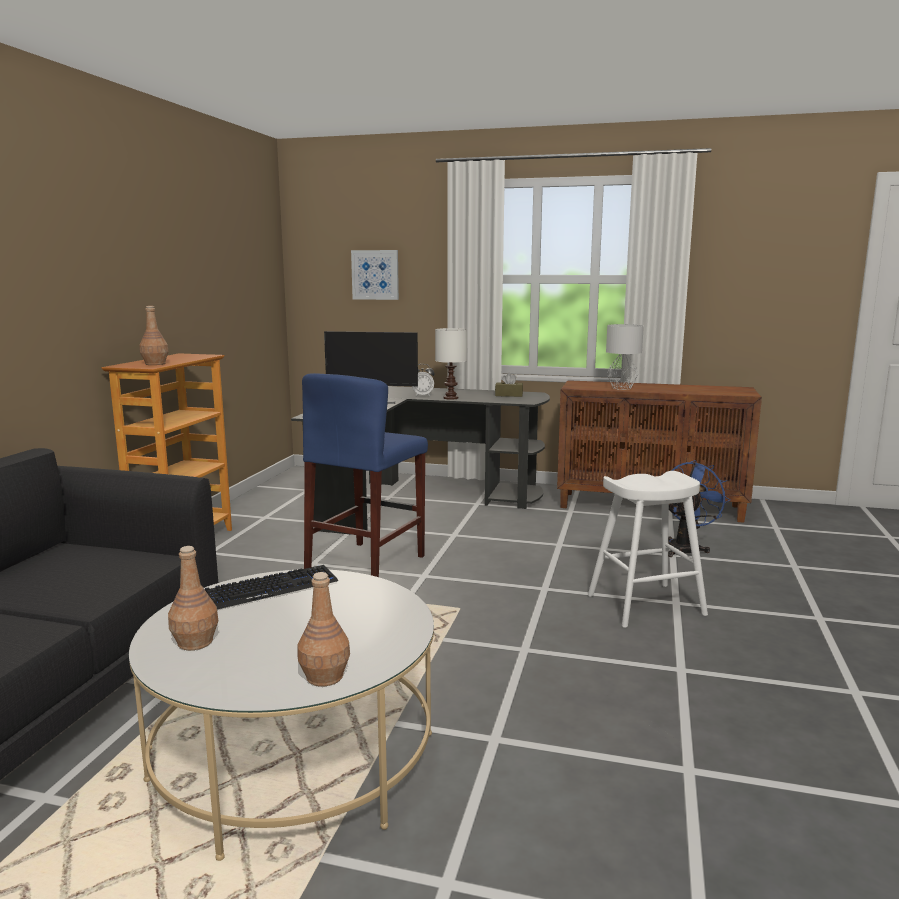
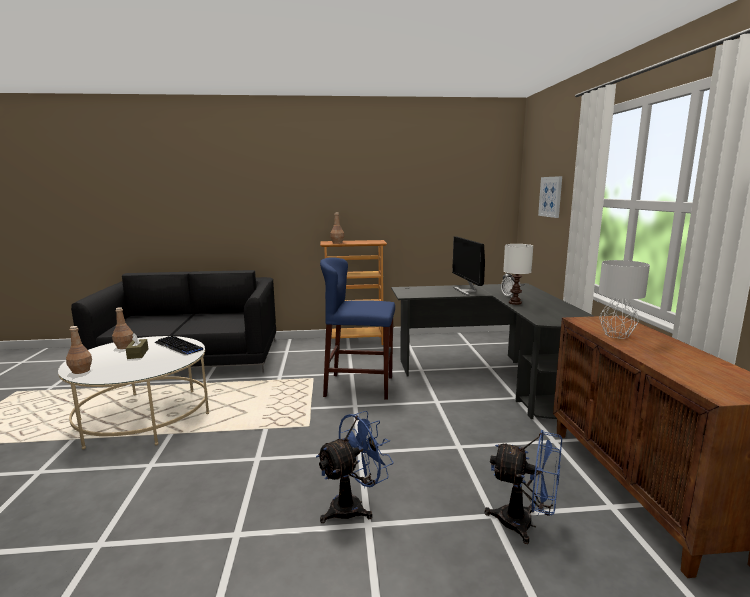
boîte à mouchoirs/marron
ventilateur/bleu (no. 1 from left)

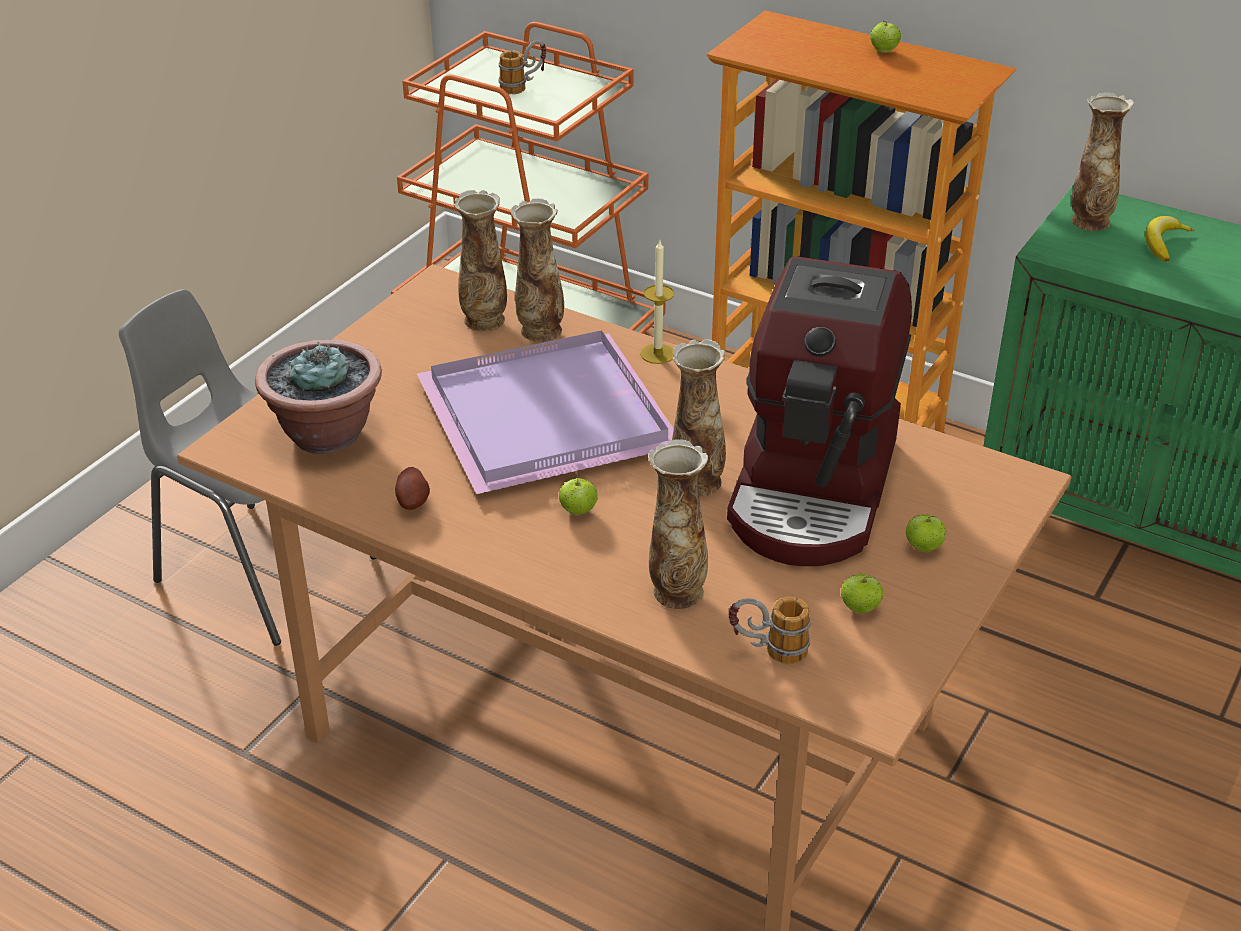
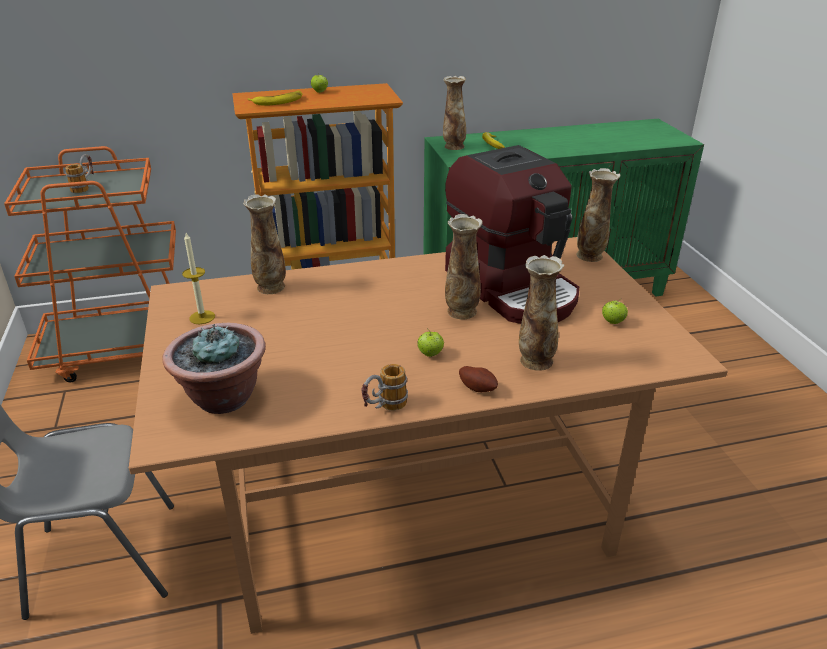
plateau/violet
pomme (no. 4 from left in the first image)
banane (no. 1 from left)
pomme de terre
vase (no. 5 from left)
bougie
mug (no. 2 from left)

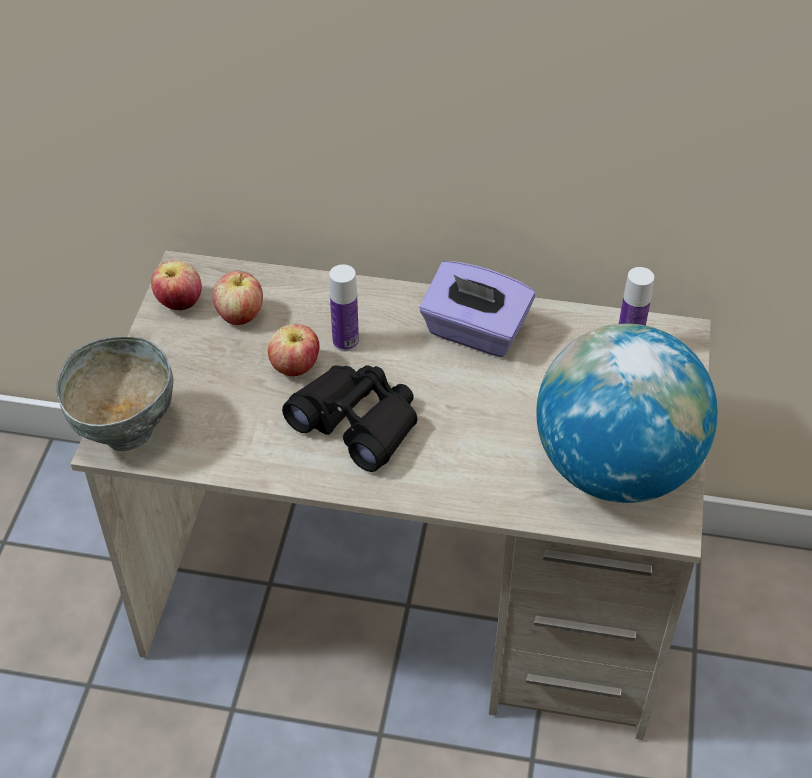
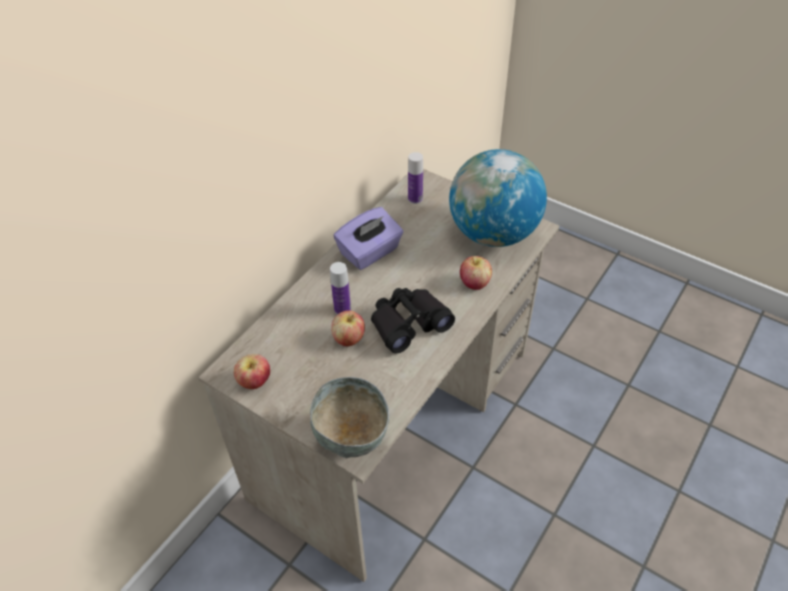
pomme (no. 3 from left)

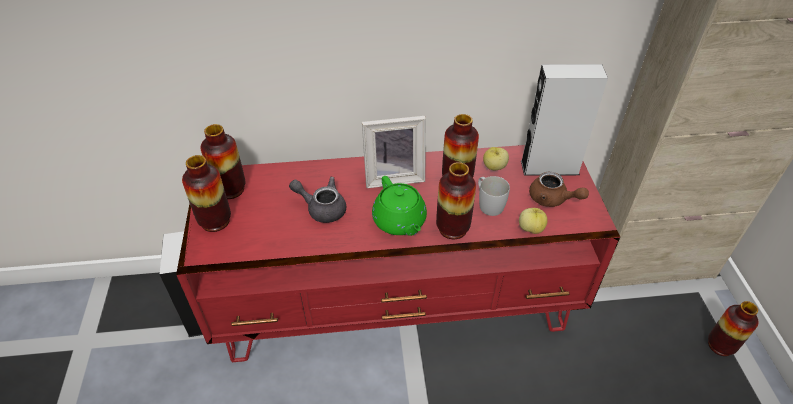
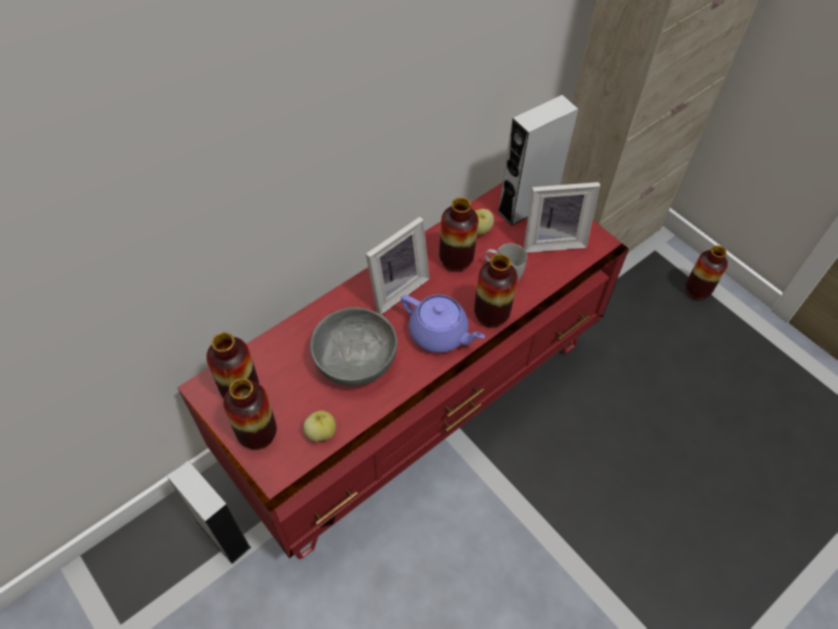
pomme (no. 1 from left)
bol/gris
cadre photo (no. 2 from left)
théière/violet

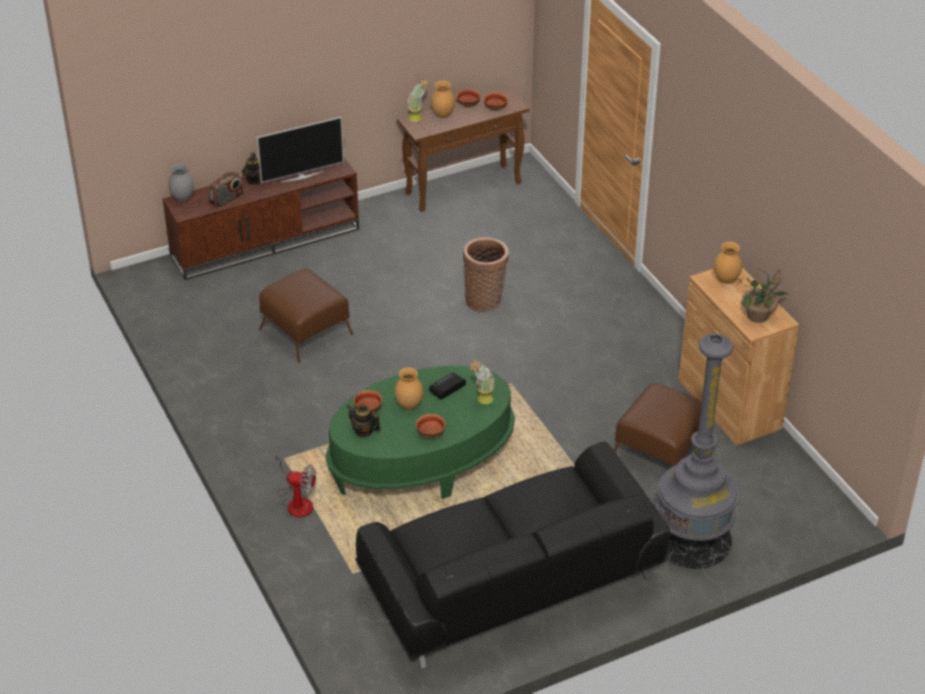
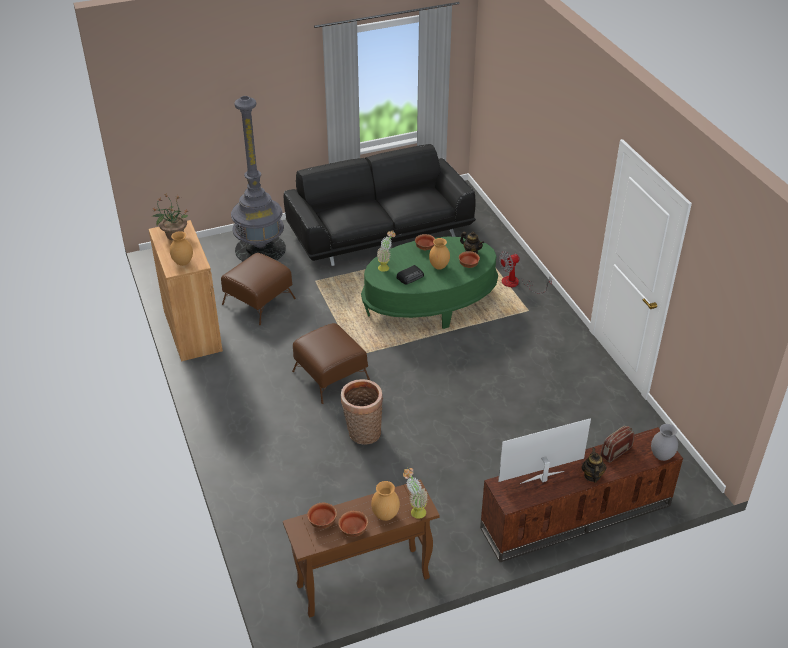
pouf/marron (no. 2 from left)
ventilateur

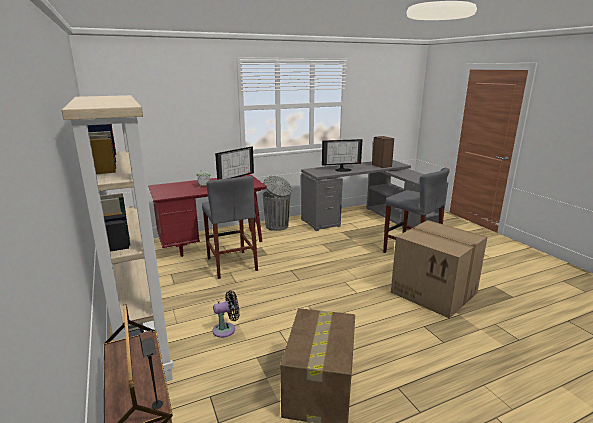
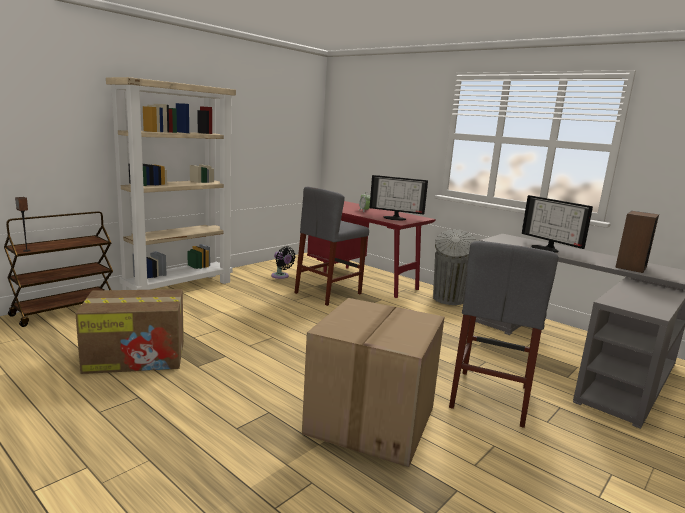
ventilateur/noir

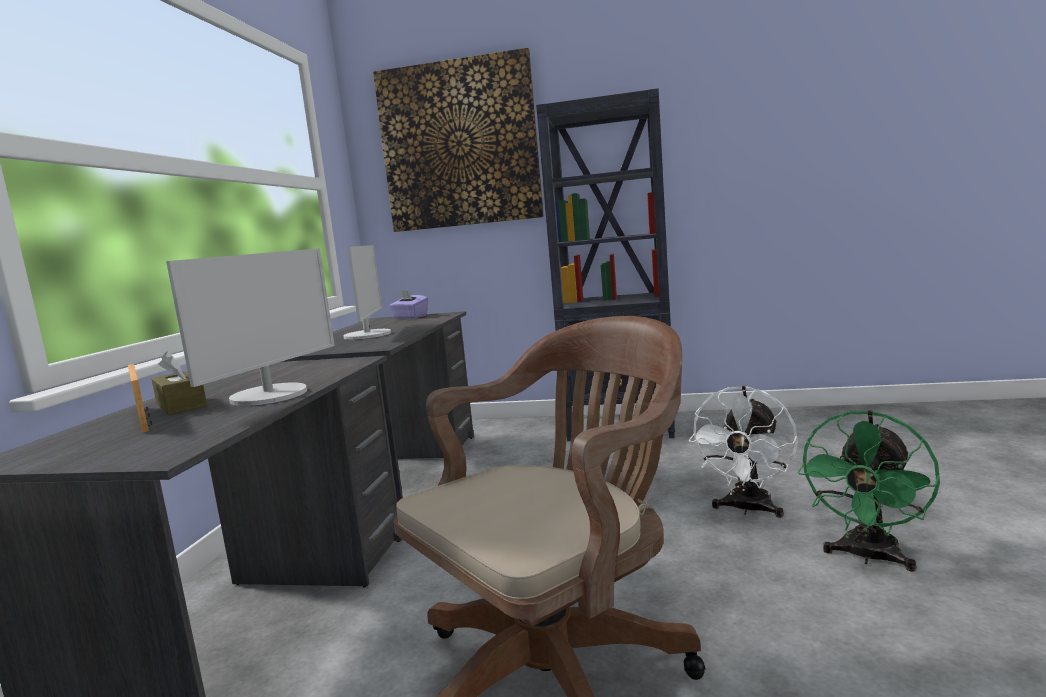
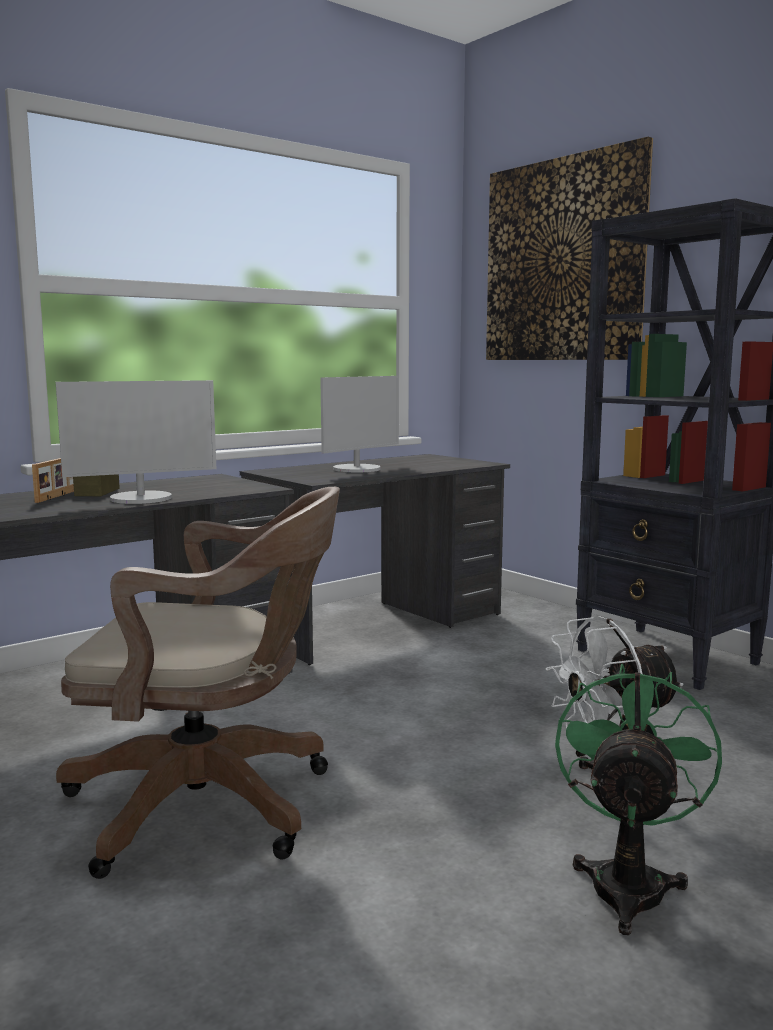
boîte à mouchoirs/violet
ventilateur/vert

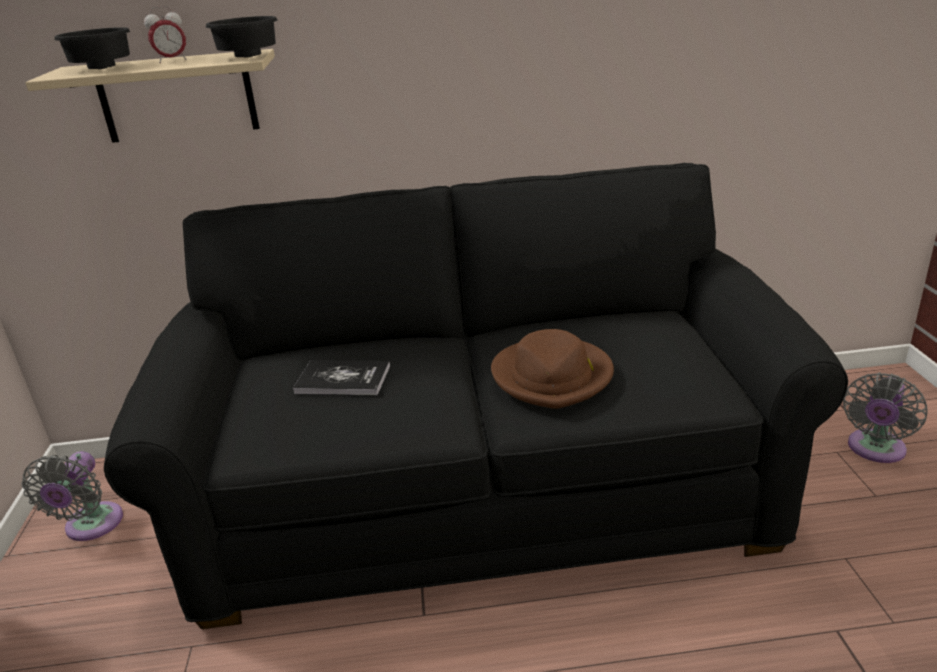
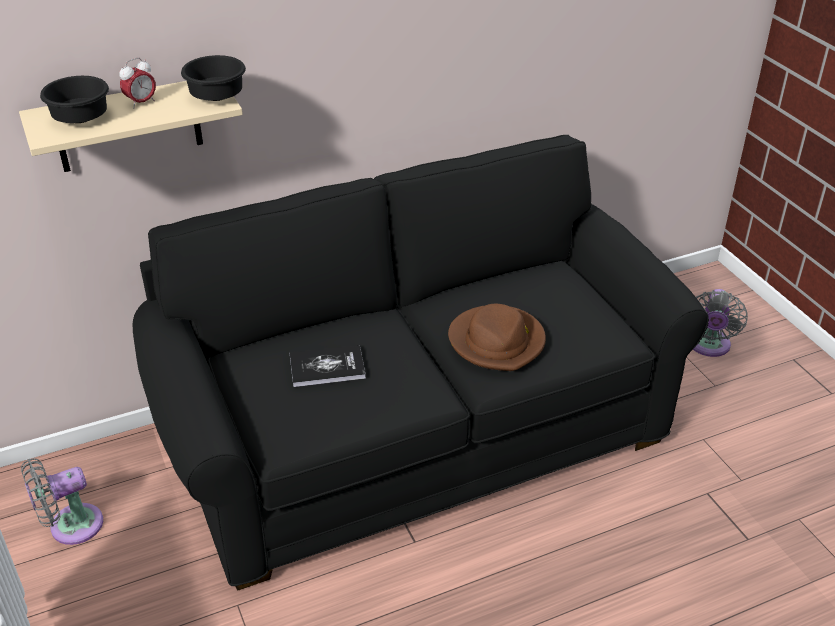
ventilateur/gris (no. 1 from left)

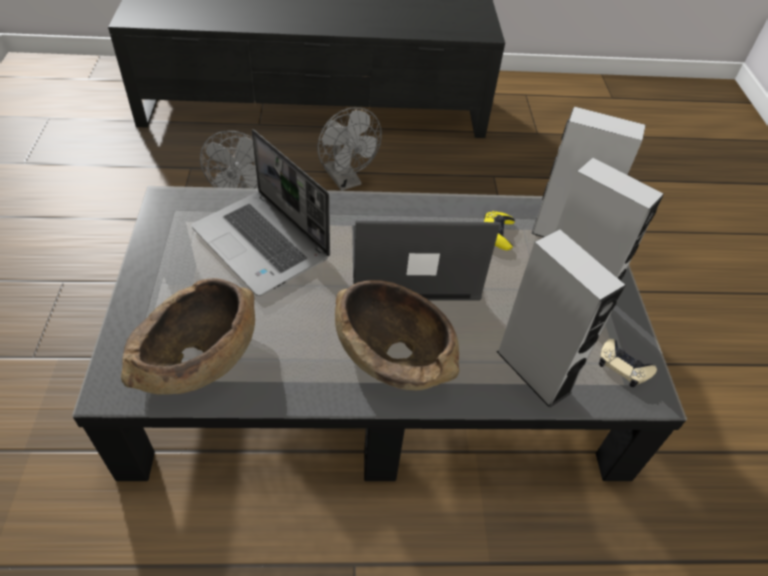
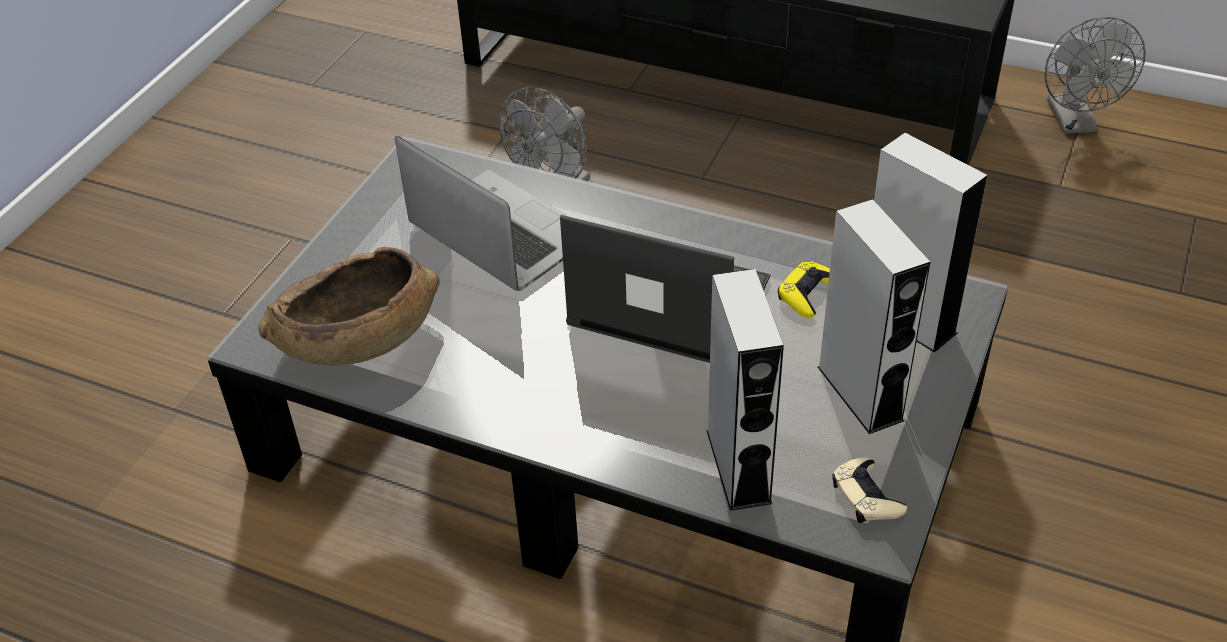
bol/marron (no. 2 from left in the first image)
ventilateur/gris (no. 2 from left)
ordinateur portable (no. 1 from left)

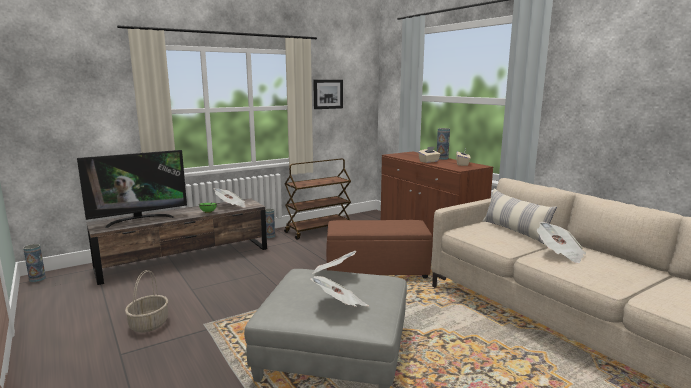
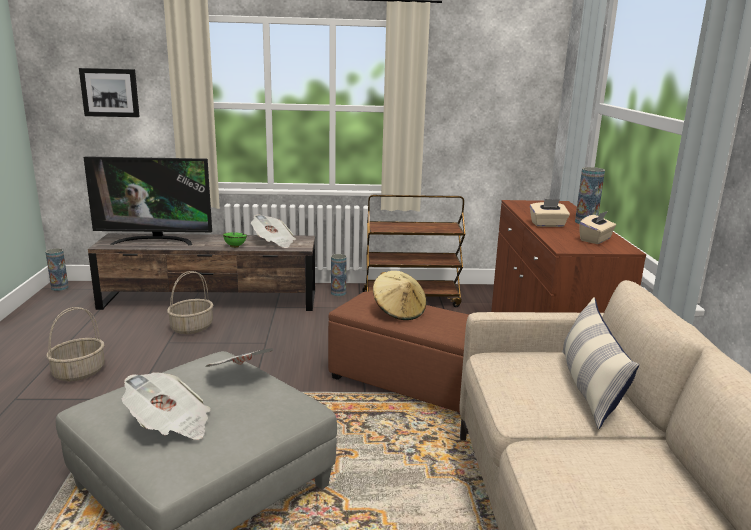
journal (no. 4 from left in the first image)
panier (no. 2 from left)
chapeau/beige
tableau

